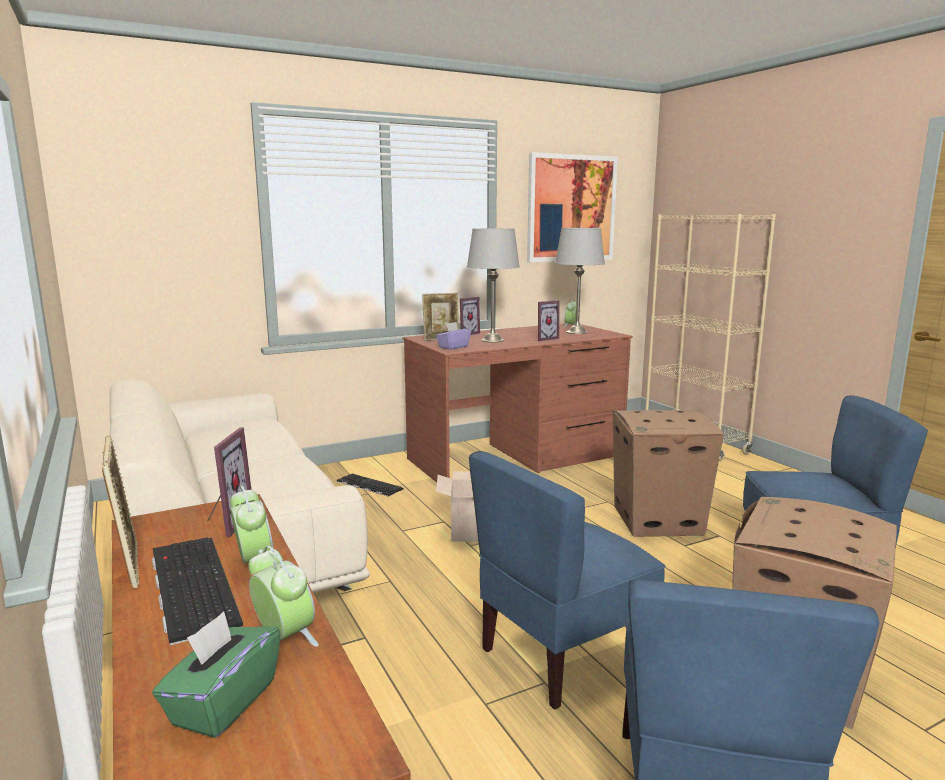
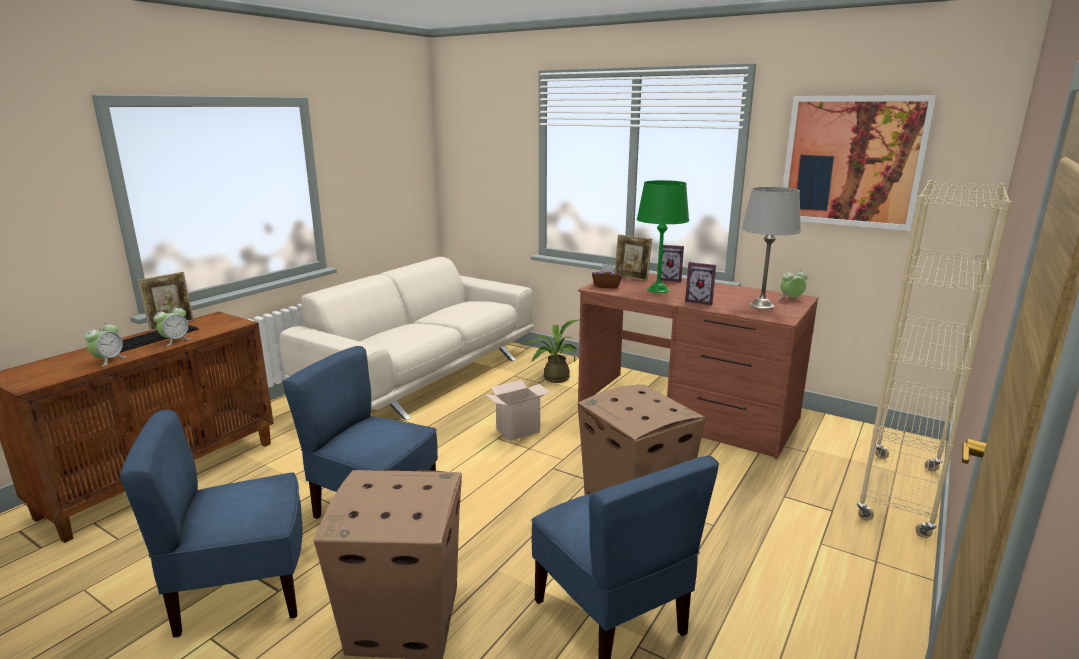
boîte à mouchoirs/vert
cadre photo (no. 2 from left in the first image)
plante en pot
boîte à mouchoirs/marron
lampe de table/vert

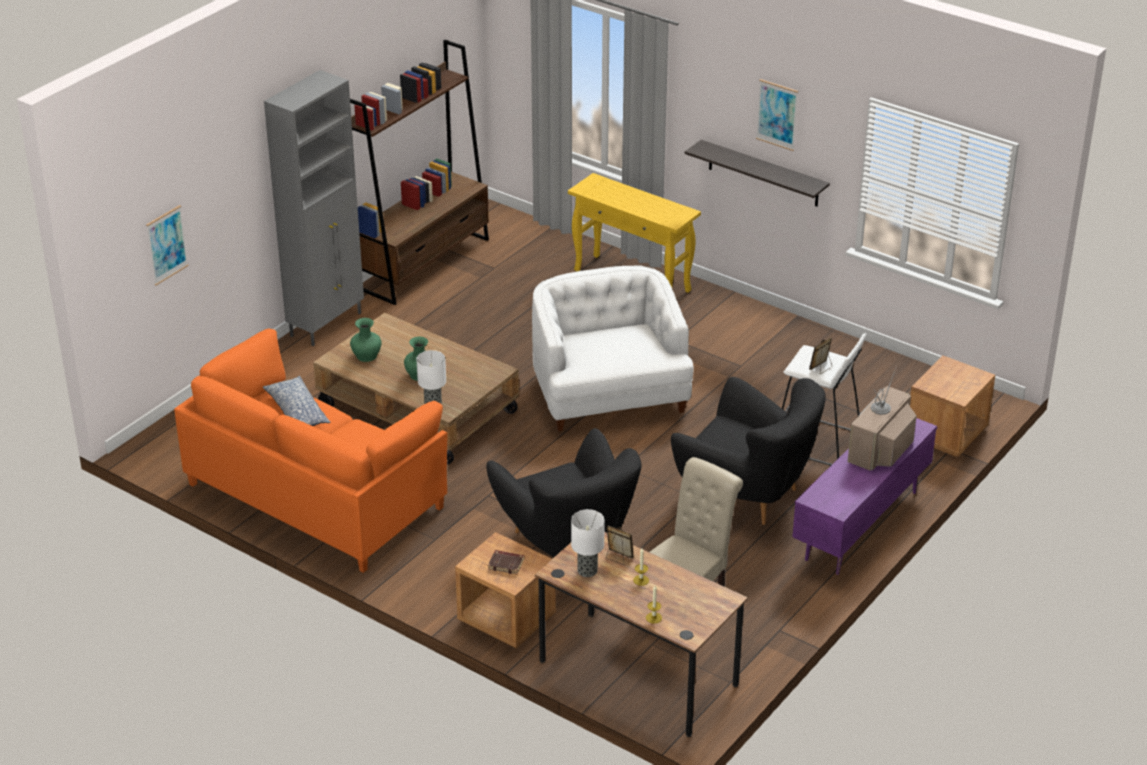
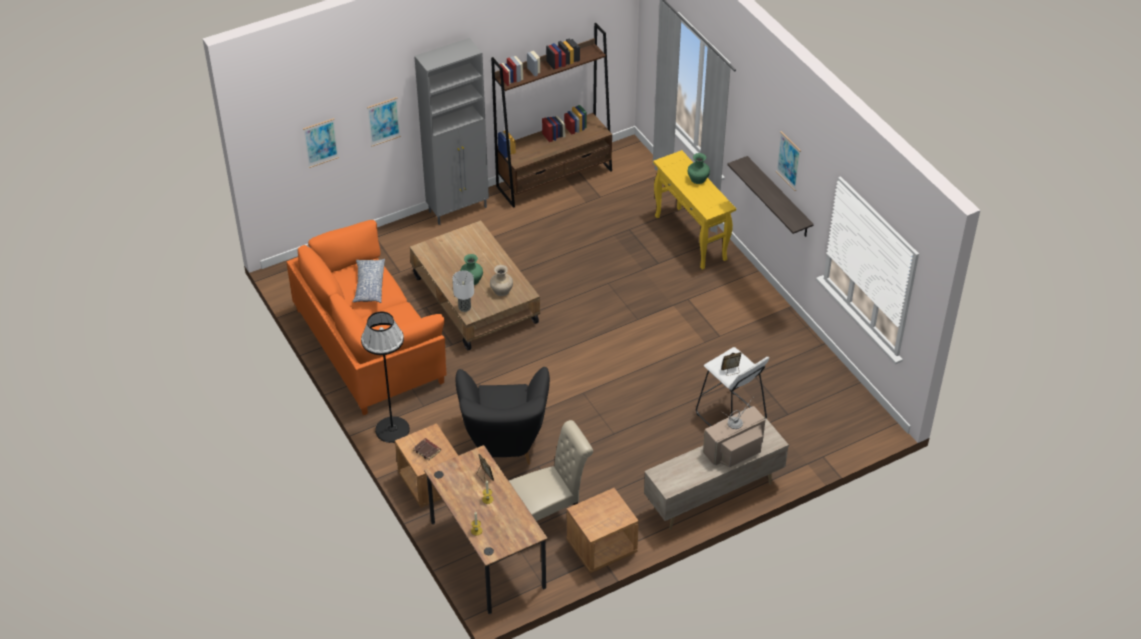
fauteuil/blanc
lampe de table (no. 2 from left in the first image)
fauteuil/noir (no. 2 from left in the first image)
lampadaire/noir
tableau (no. 2 from left)
vase/beige
vase/vert (no. 2 from left)
table de chevet/marron (no. 2 from left)
meuble télé/beige

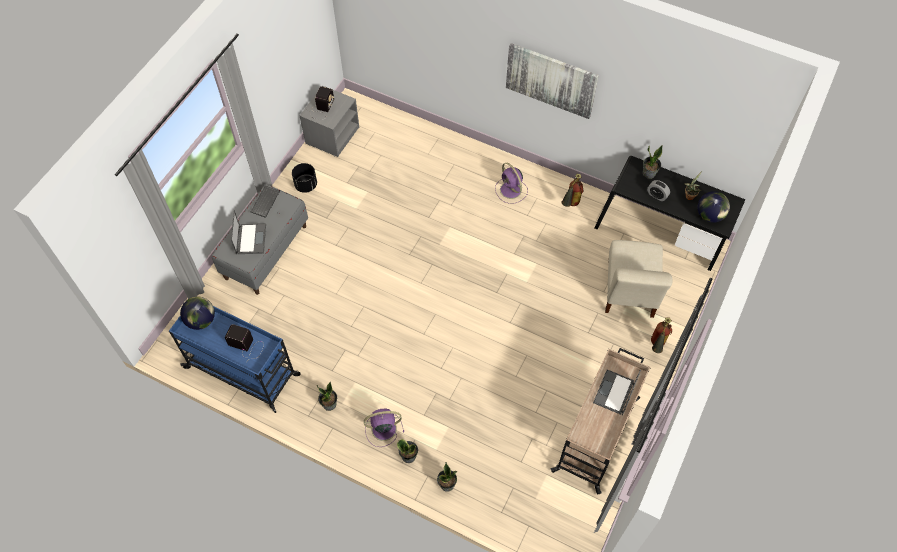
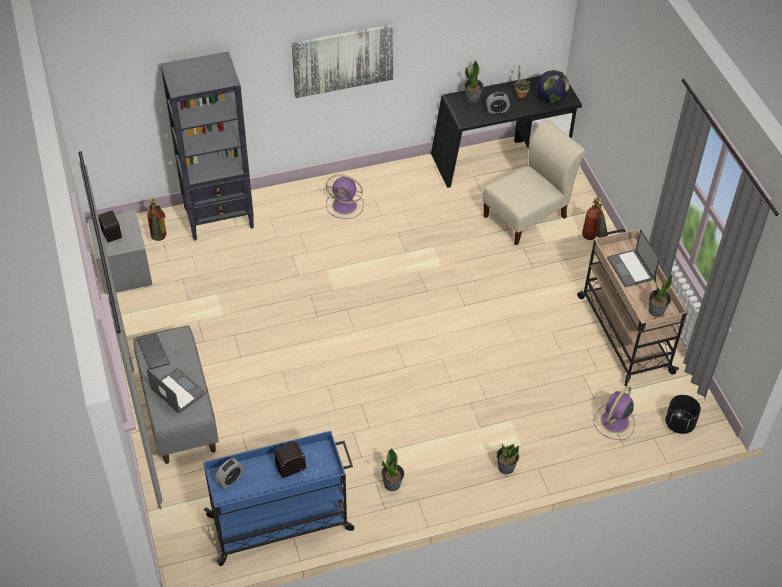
bibliothèque/noir
cache-pot/noir
ventilateur/violet (no. 2 from left)
plante en pot (no. 5 from left)
extincteur (no. 1 from left)
réveil (no. 1 from left)
chaise/beige

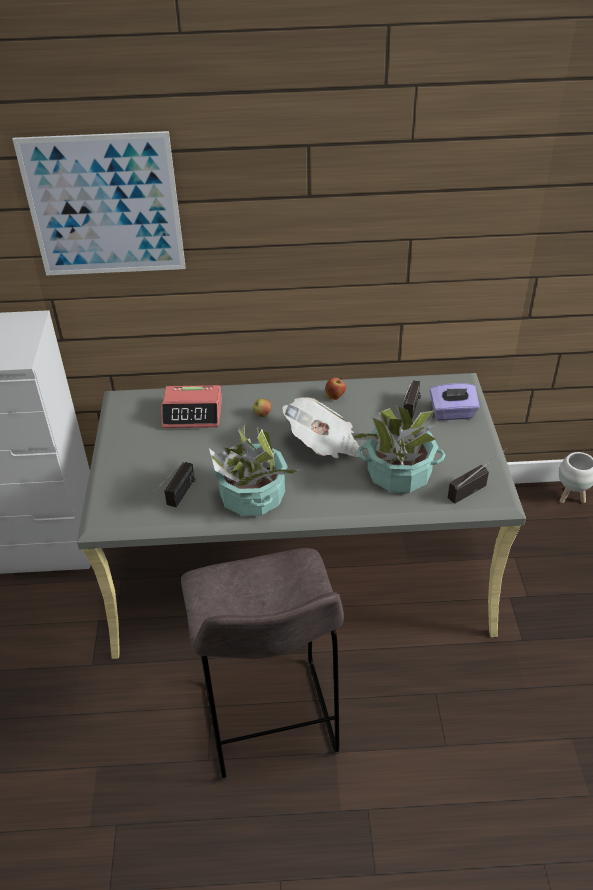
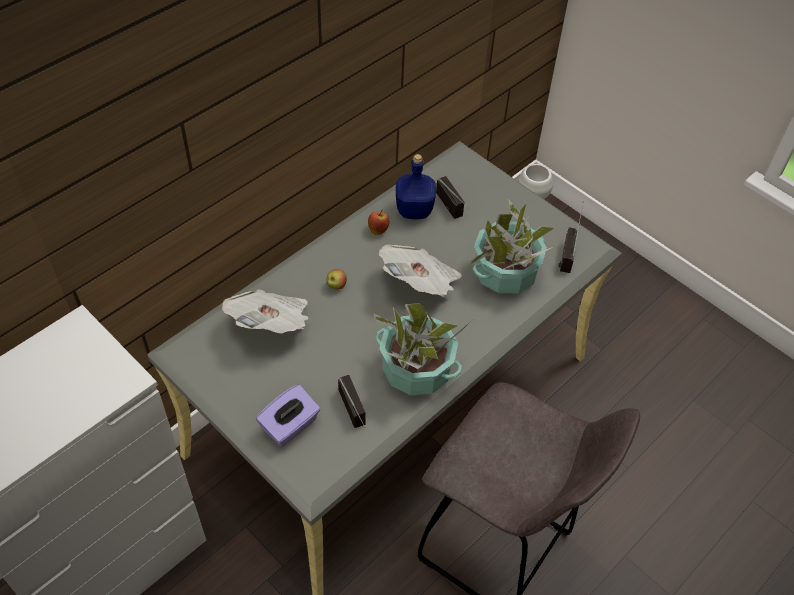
tableau
bouteille/bleu
boîte à mouchoirs/violet
journal (no. 1 from left)

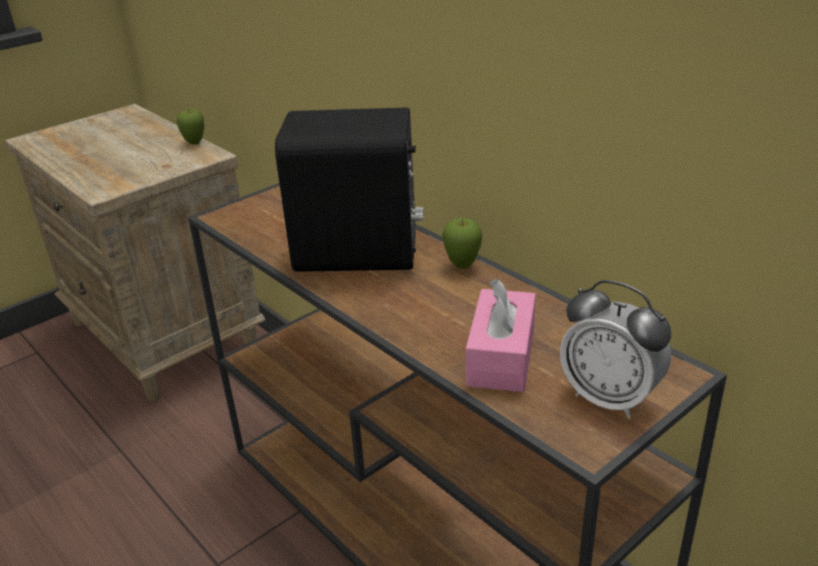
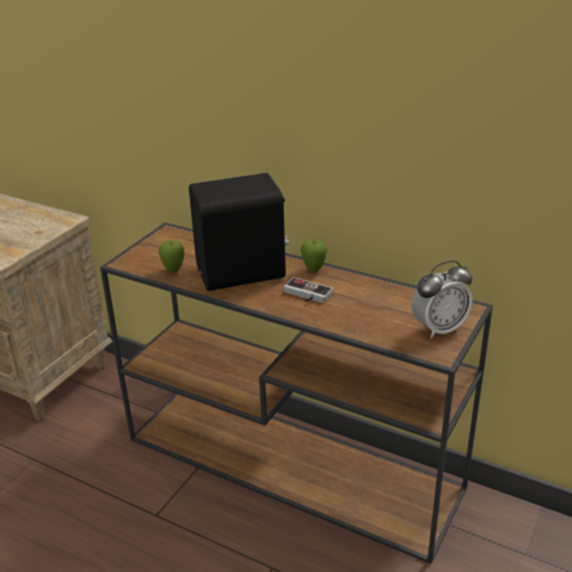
boîte à mouchoirs/rose
manette
pomme (no. 1 from left)
réveil

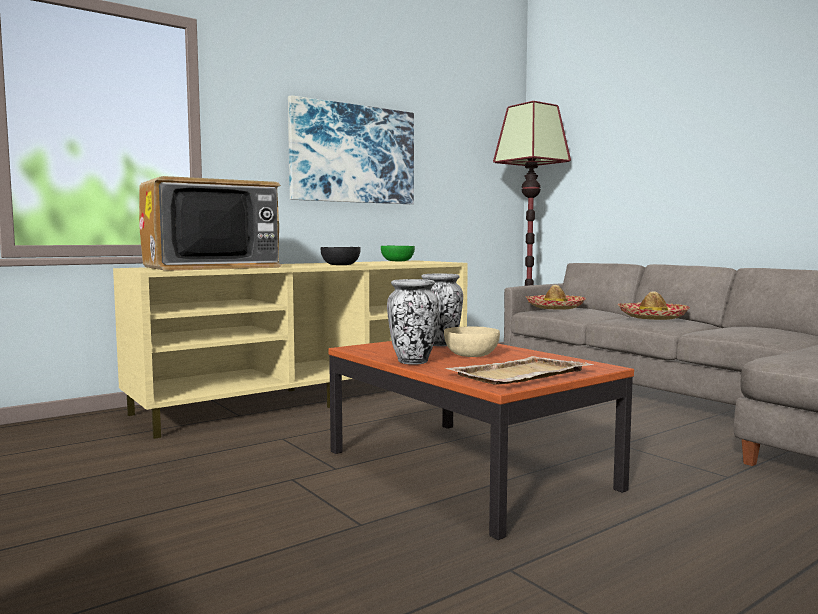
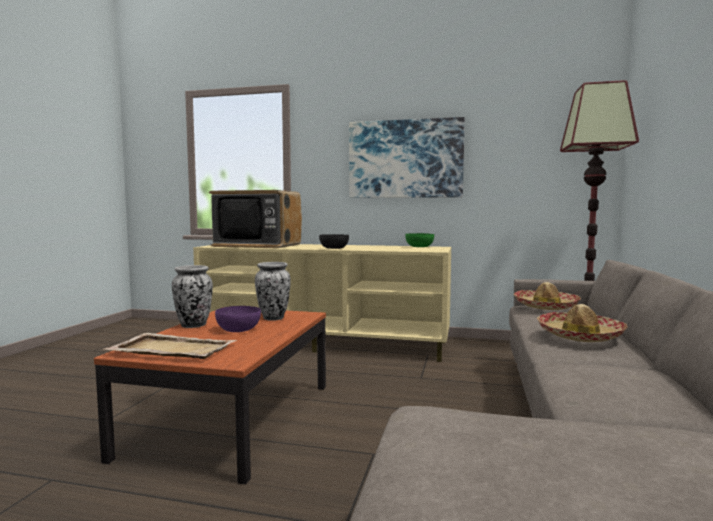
bol/violet

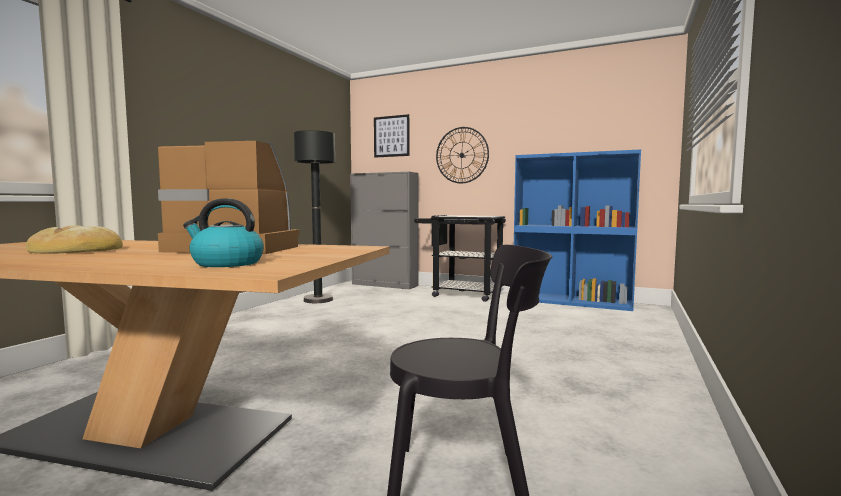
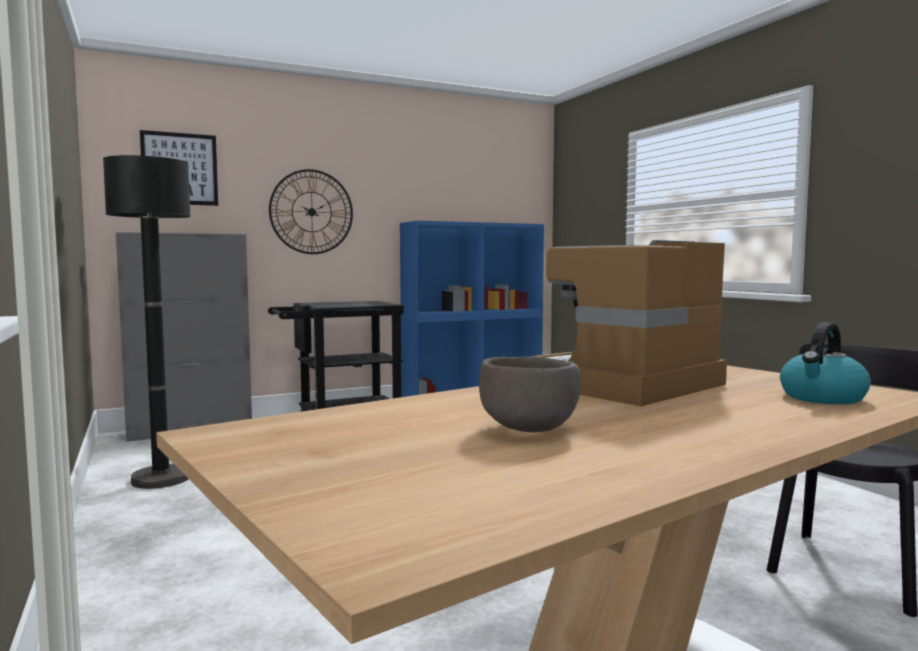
bol/marron

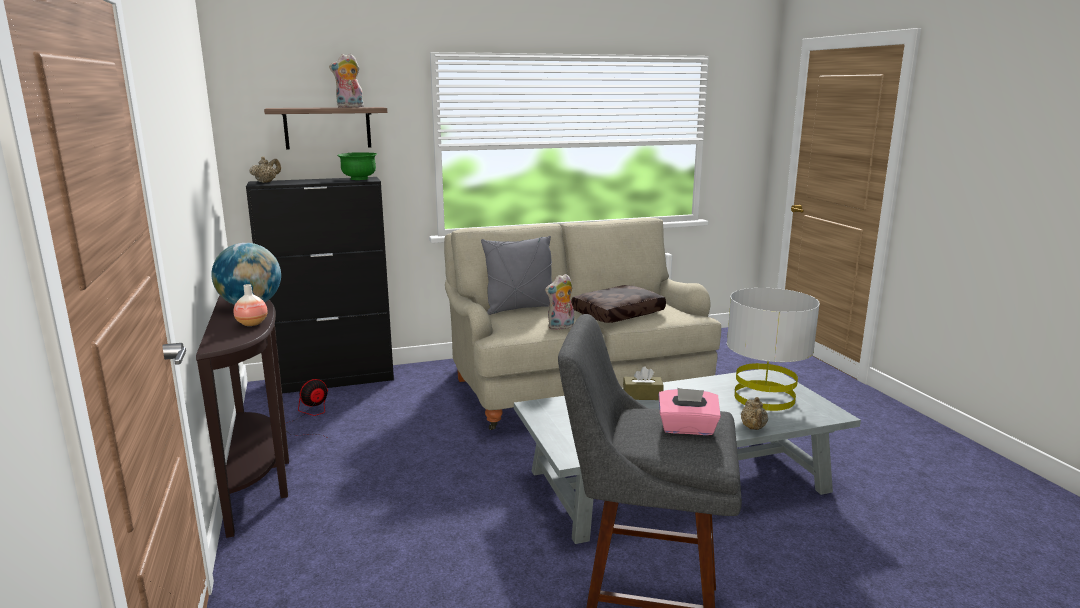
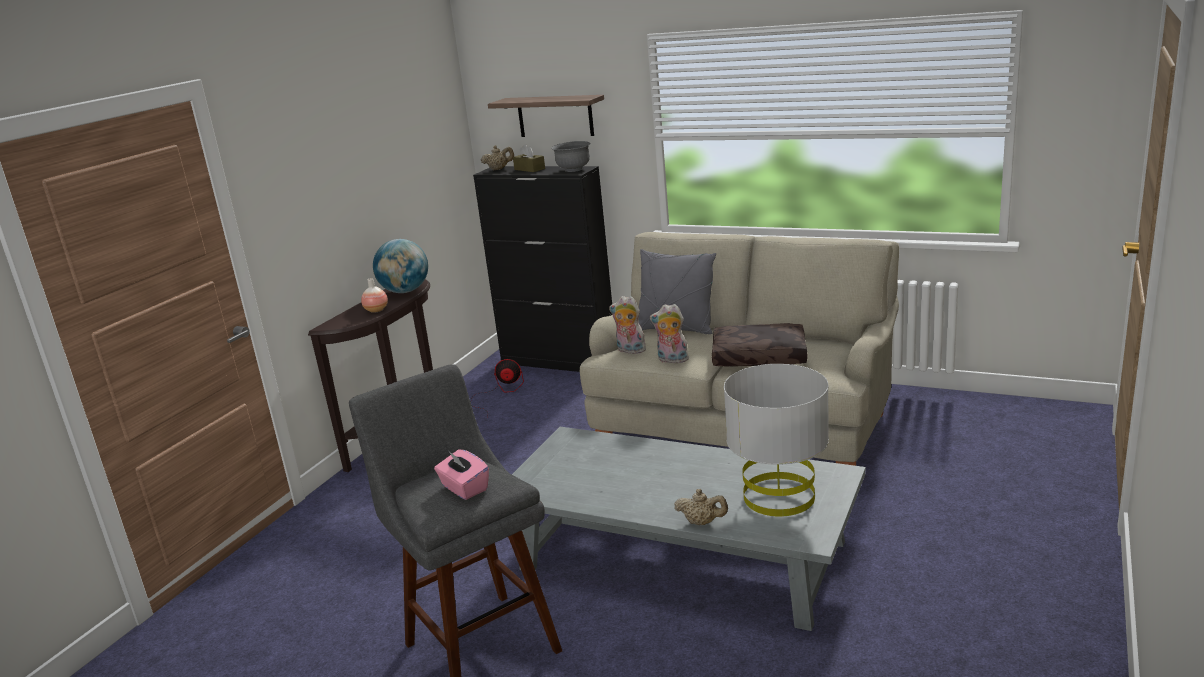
peluche (no. 1 from left)
boîte à mouchoirs/marron
bol/gris
théière/beige (no. 2 from left)

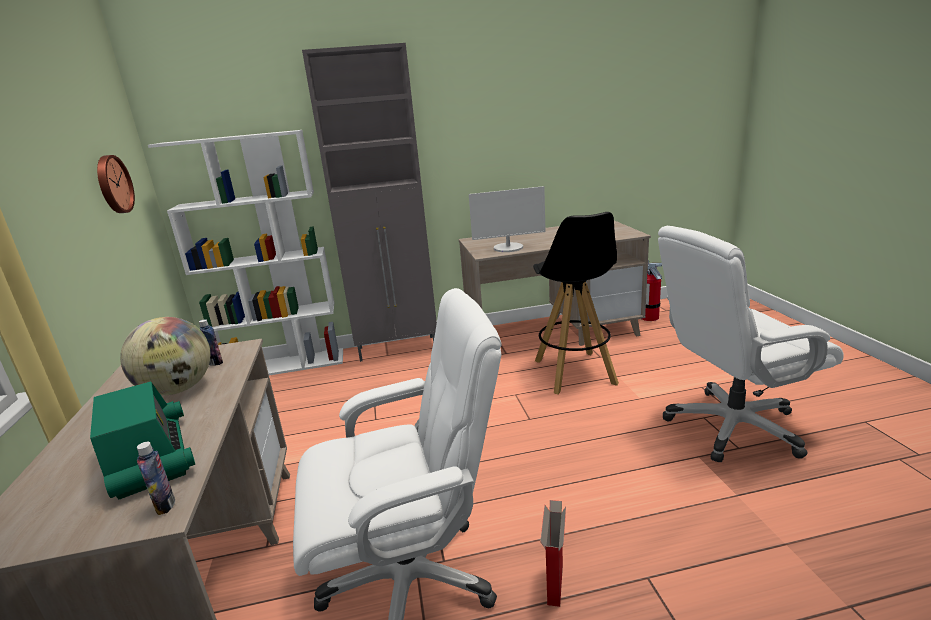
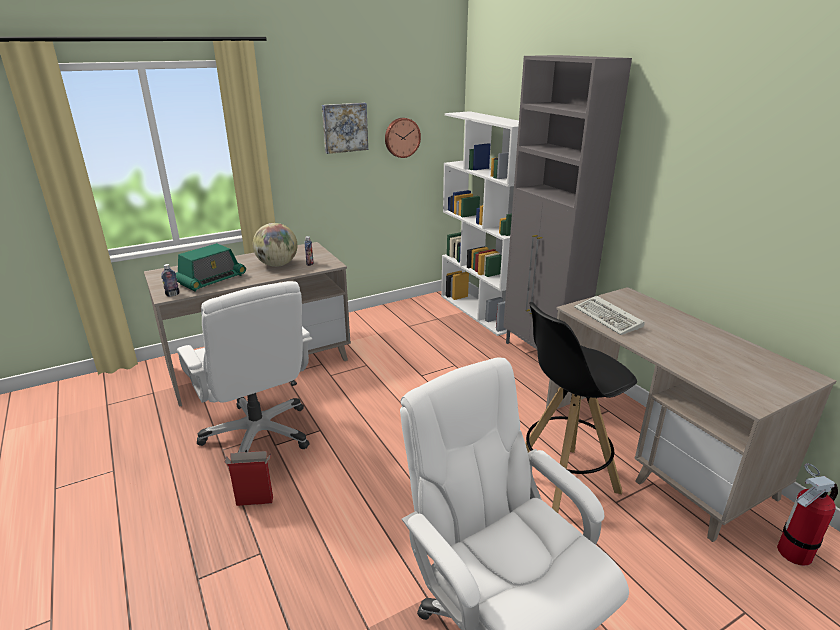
tableau
clavier

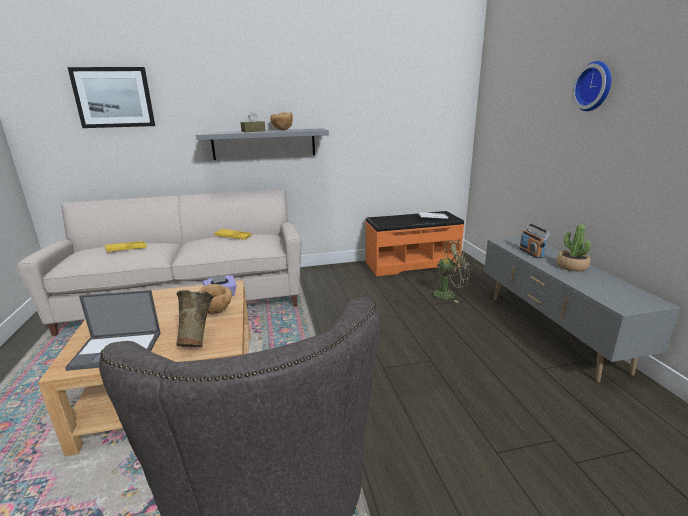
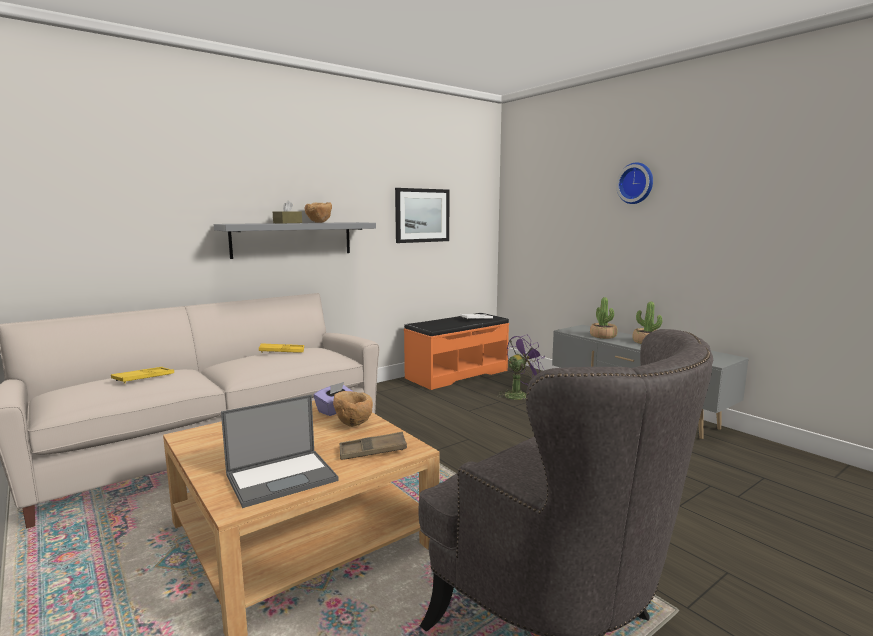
tableau
plateau/marron
plante en pot (no. 1 from left)
ventilateur/violet

